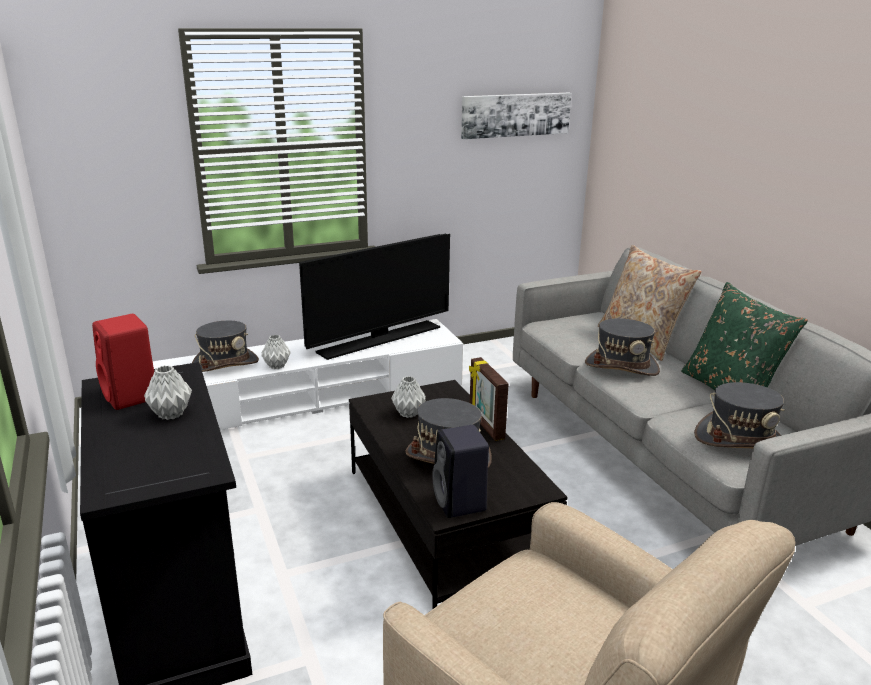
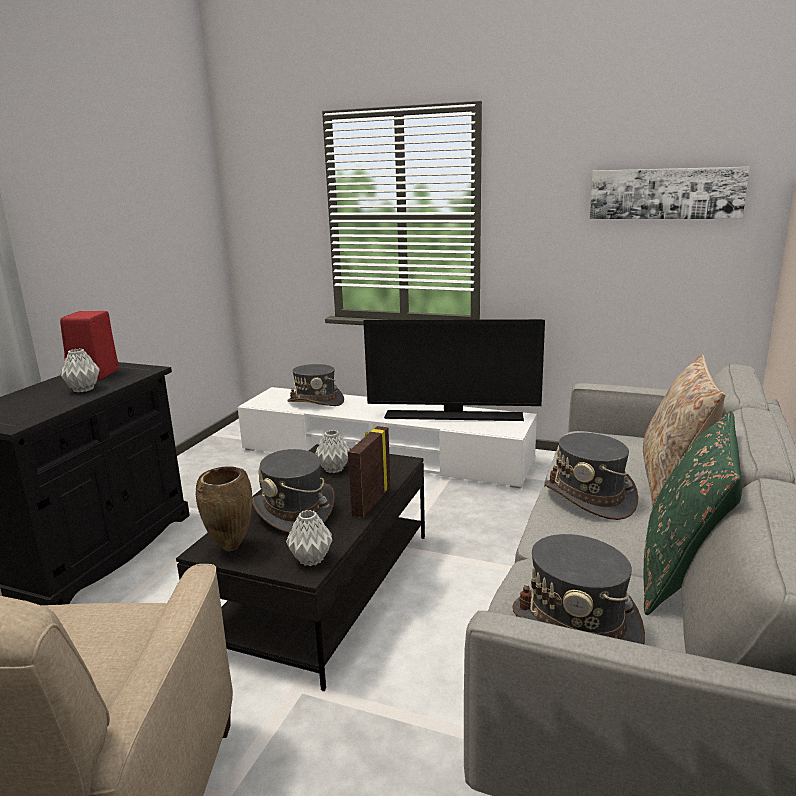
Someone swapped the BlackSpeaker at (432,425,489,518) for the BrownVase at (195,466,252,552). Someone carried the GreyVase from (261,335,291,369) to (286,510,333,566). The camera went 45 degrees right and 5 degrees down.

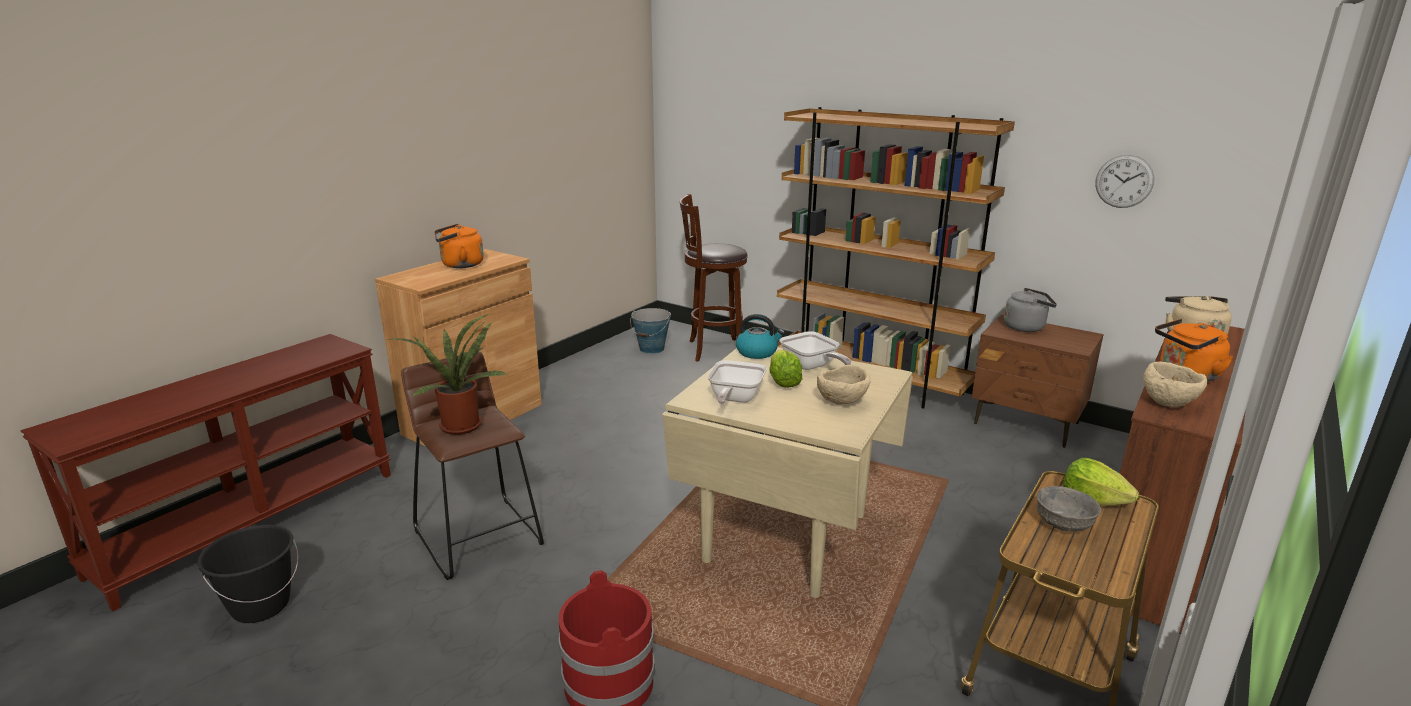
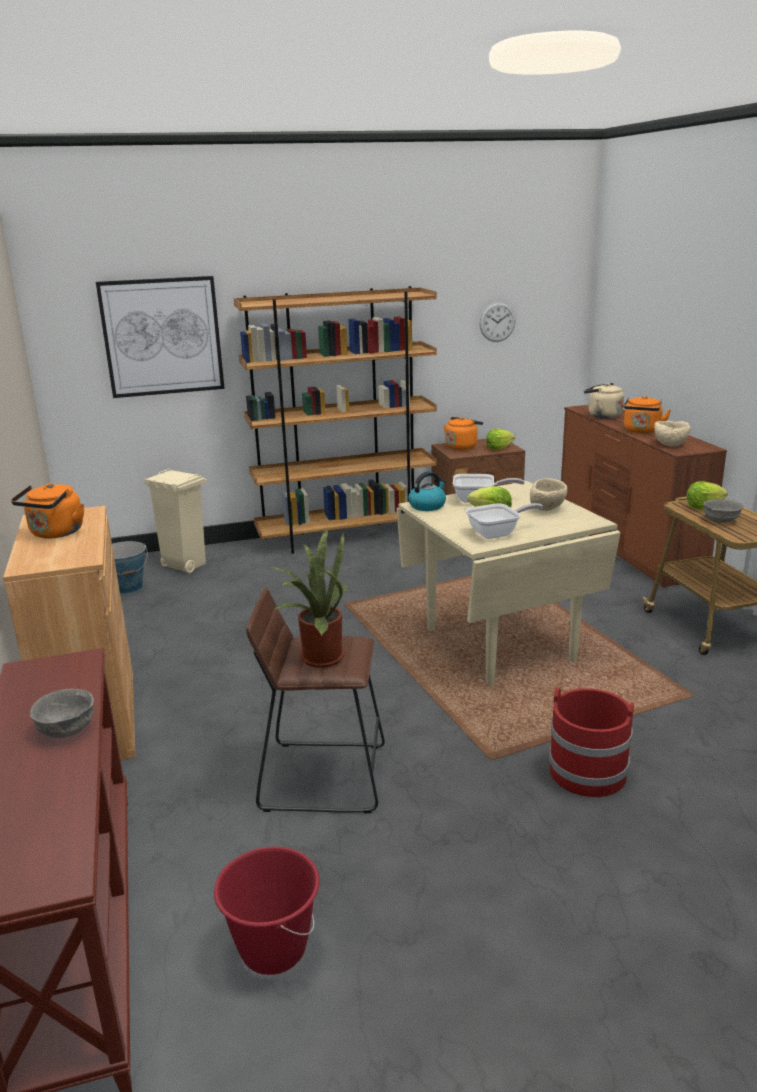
Someone put down the GreyBowl at (30,689,94,738). Someone put up the Picture at (96,276,225,398). Someone swapped the BrownStool at (680,194,748,362) for the BeigeTrashCan at (144,469,207,573). Someone repainted the BlackBucket at (197,525,298,623), which became the RedBucket at (214,847,320,975). Someone repainted the GreyKettle at (1004,288,1057,332), which became the OrangeKettle at (444,417,483,450). Someone rotated the FryingPan at (708,360,767,404) by 75 degrees counterclockwise. Someone put down the Lettuce at (486,429,515,450). The camera went 50 degrees left and 0 degrees up.

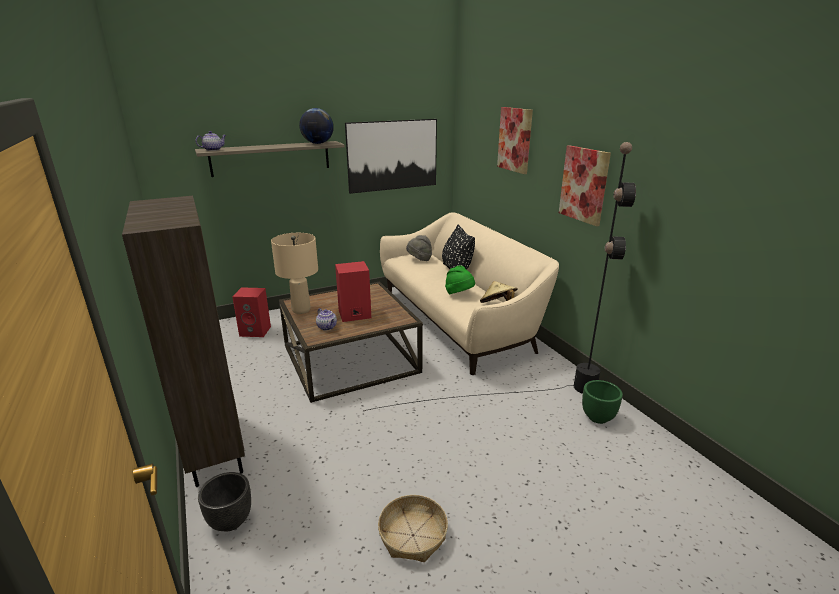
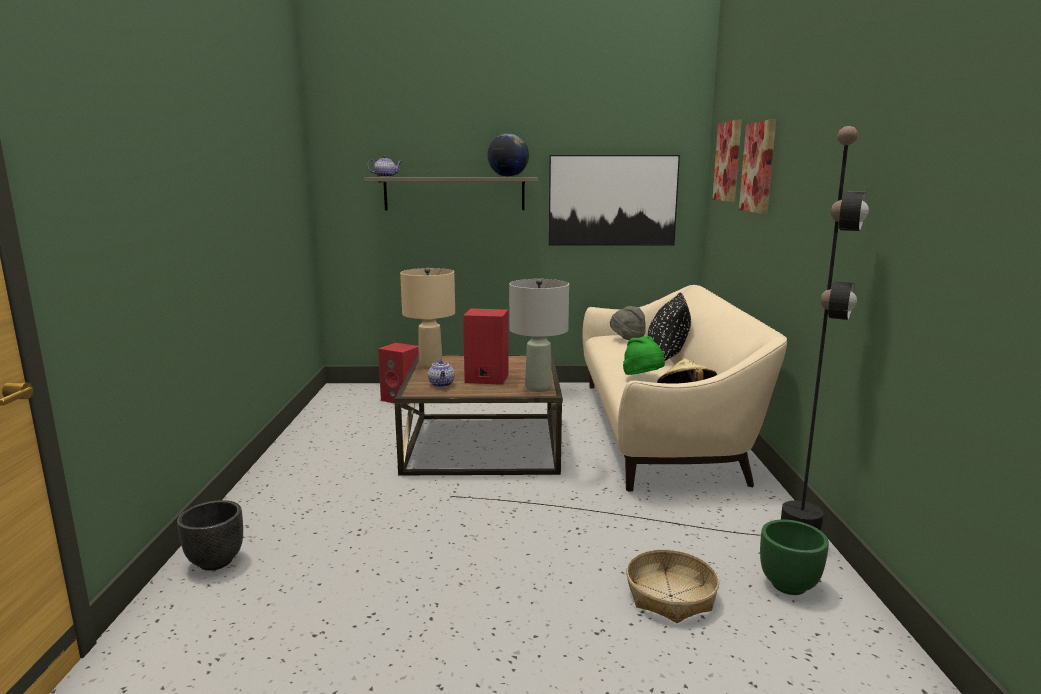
Someone put down the GreyTableLamp at (509,279,569,392). Someone carried the Basket from (378,495,448,562) to (626,549,719,623). Someone carried the Picture from (559,145,611,226) to (712,119,742,202). Someone took away the BrownBookcase at (122,196,245,487). The camera went 25 degrees right and 10 degrees down.

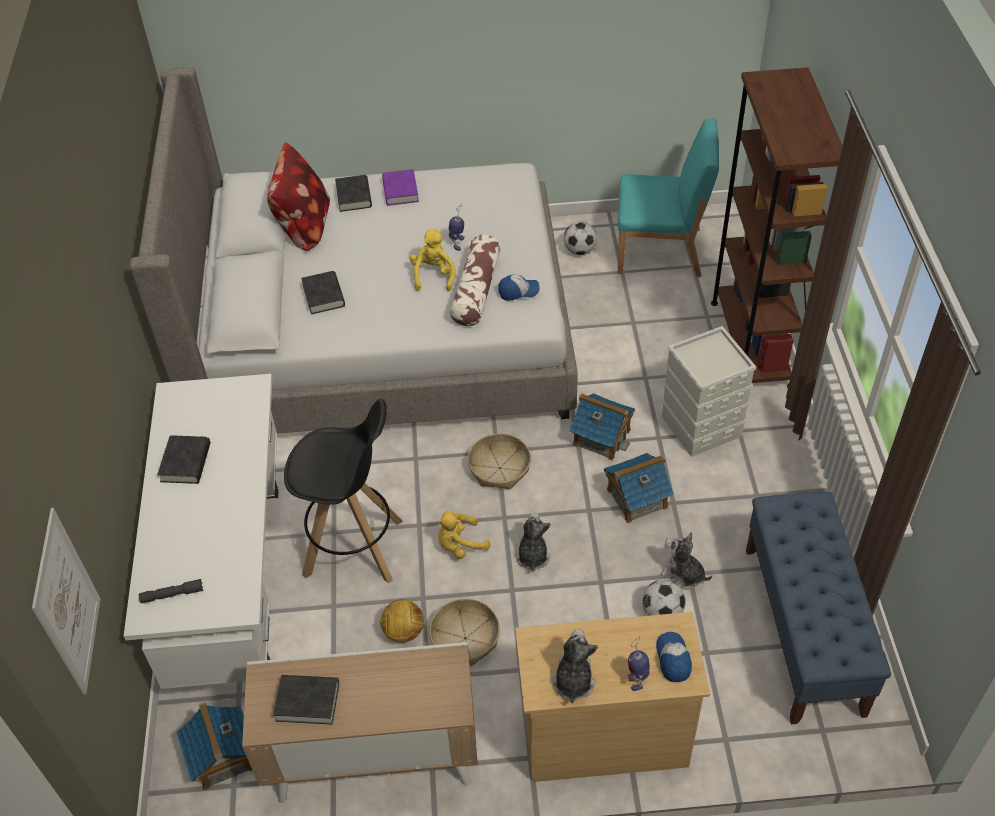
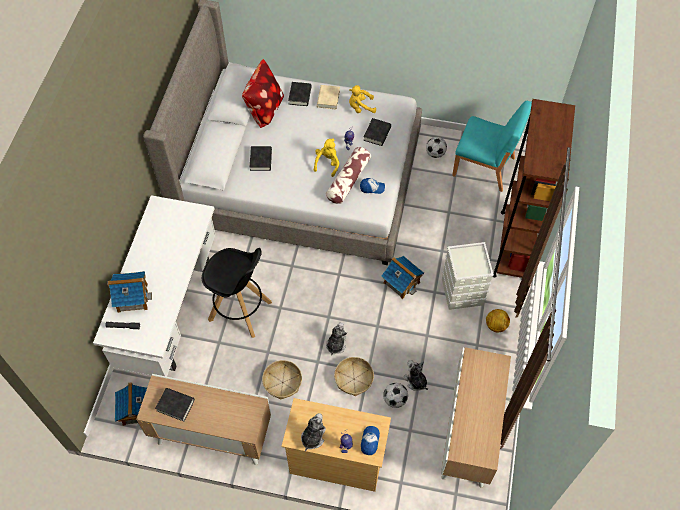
Someone carried the ToyHouse from (604,453,674,523) to (107,271,152,313). Someone repainted the PurpleBook at (382,169,419,206), which became the BeigeBook at (317,85,340,110). Someone carried the Basket from (468,433,531,490) to (334,357,374,396). Someone carried the YellowPlushToy from (436,511,491,559) to (349,85,376,113). Someone carried the BlackBook from (157,435,210,484) to (363,118,391,146). Someone swapped the BlueBench at (746,492,891,724) for the Cabinet at (441,347,511,487). Someone carried the Football from (379,599,424,643) to (486,309,510,332). Someone took away the Picture at (32,508,100,694). The camera went 15 degrees right and 10 degrees up.

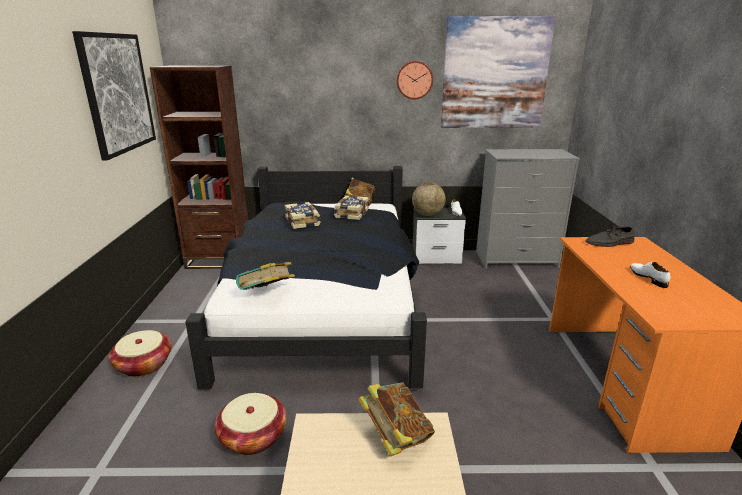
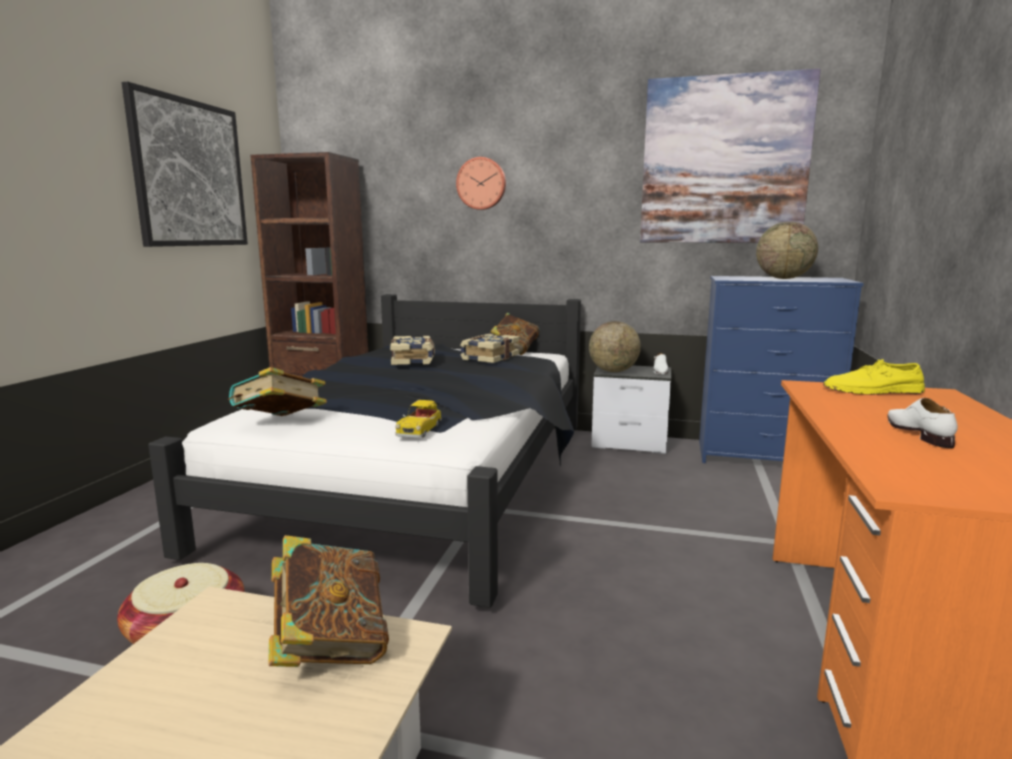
Someone put down the ToyCar at (395,400,442,438). Someone carried the WallClock from (397,61,433,100) to (456,157,506,210). Someone repainted the GreyDresser at (476,149,580,268), which became the BlueDresser at (699,276,864,463). Someone put down the Globe at (756,221,818,279). Someone repainted the GreyShoe at (585,225,635,247), which became the YellowShoe at (823,359,925,395). Someone took away the Basket at (109,330,171,377). The camera went 15 degrees right and 10 degrees down.

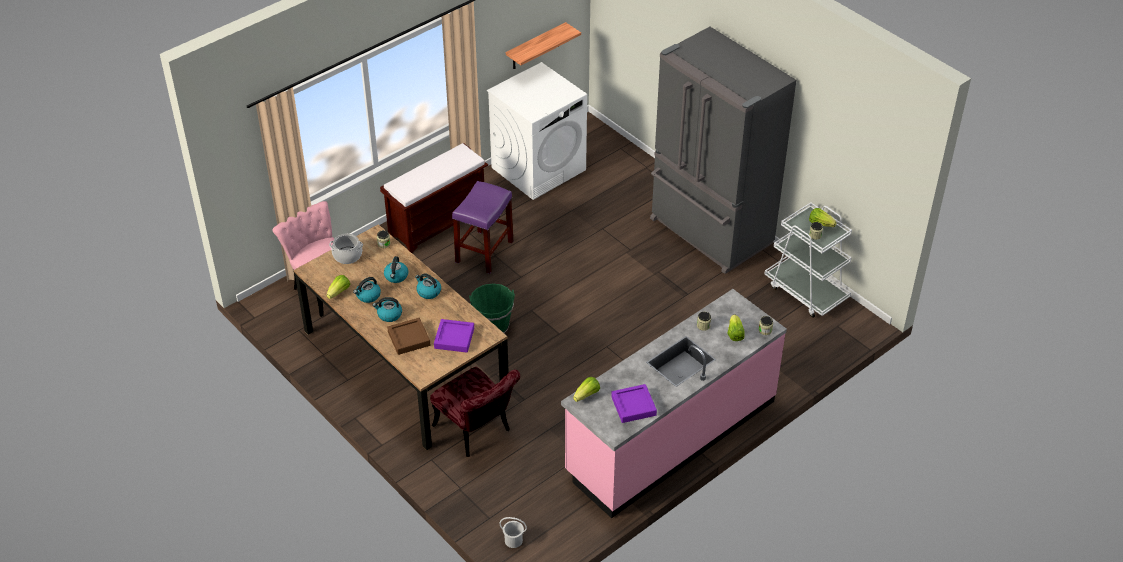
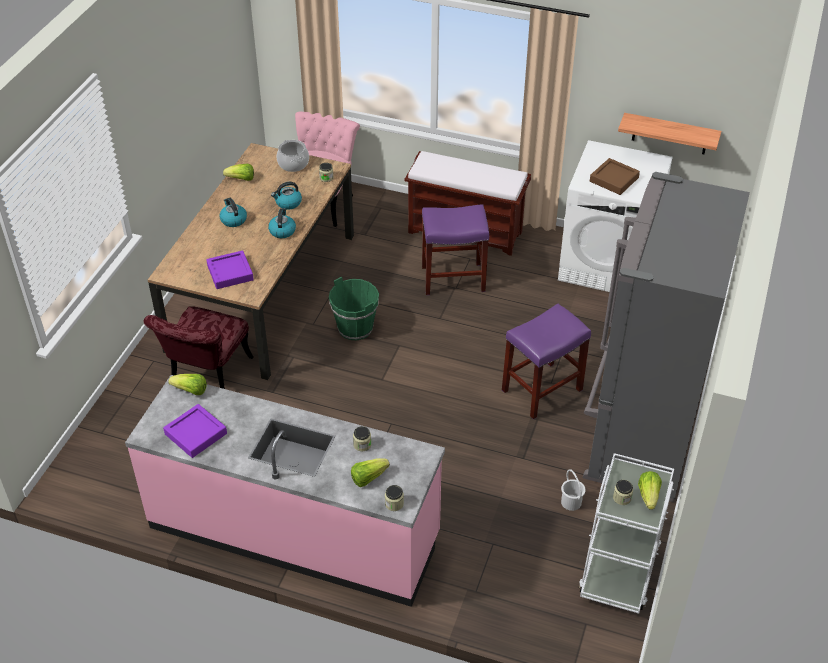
Someone put down the PurpleStool at (502,304,591,419). Someone carried the WhiteBucket from (500,517,527,548) to (561,469,586,511). Someone carried the BrownTray from (387,318,430,355) to (590,158,640,195). Someone took away the Kettle at (353,277,381,303). The camera went 60 degrees right and 0 degrees up.

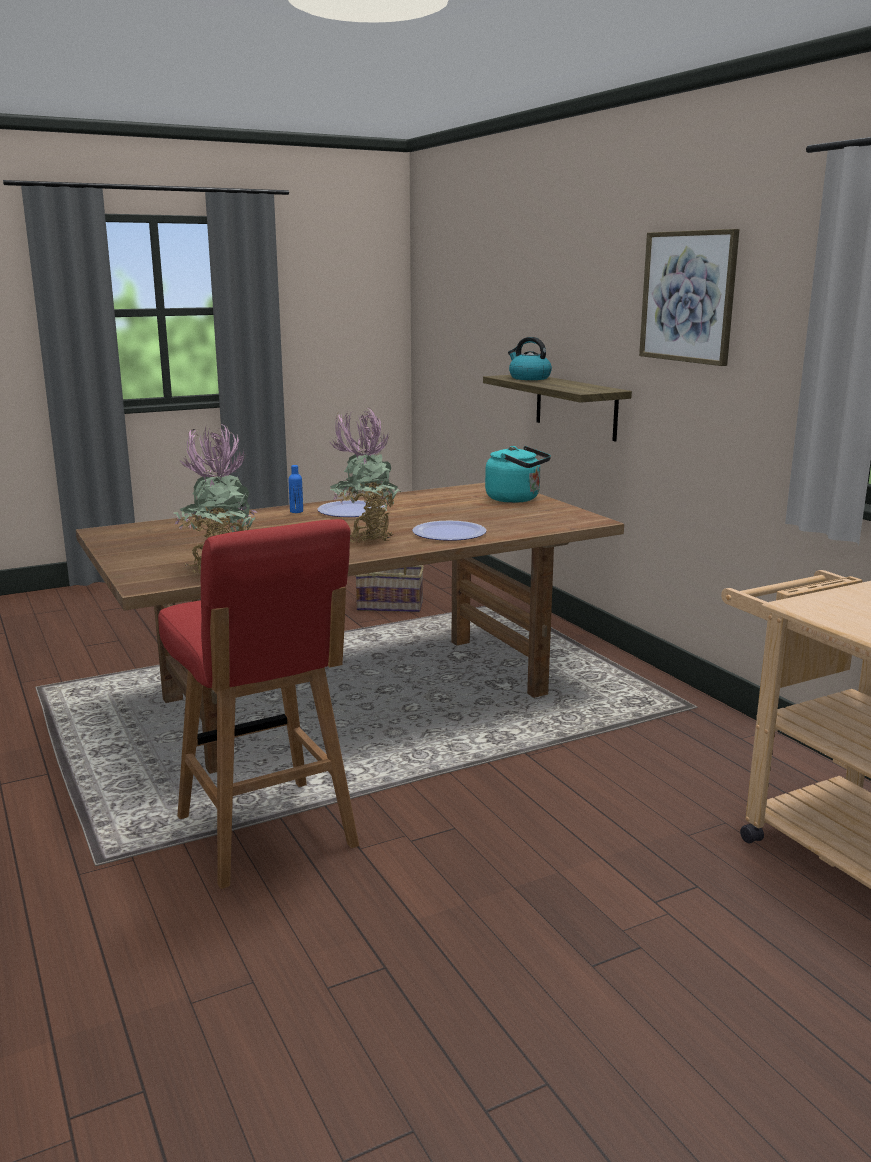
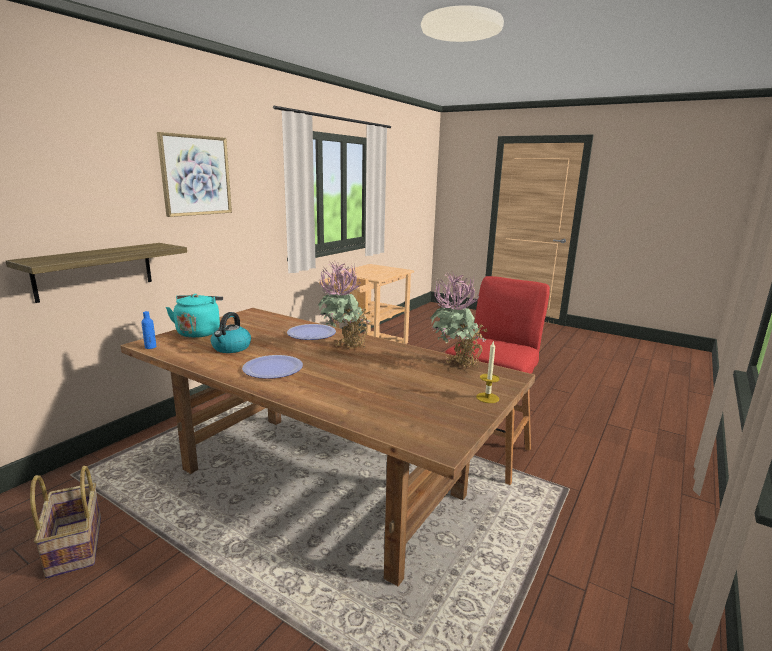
Someone carried the BlueBottle from (289,465,303,513) to (141,311,156,349). Someone carried the Kettle from (508,337,552,380) to (211,312,251,353). Someone put down the Candle at (476,340,500,403). The camera went 120 degrees left and 0 degrees up.

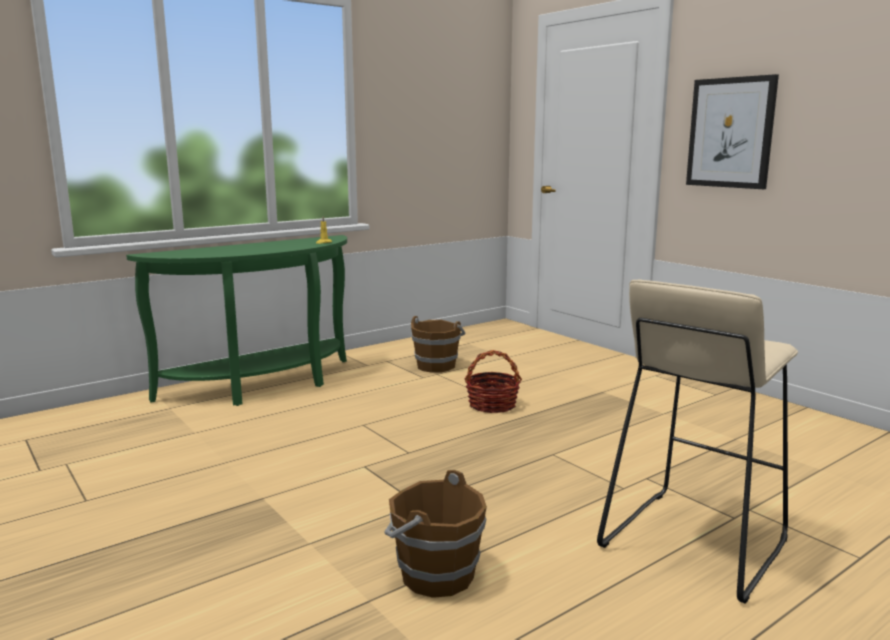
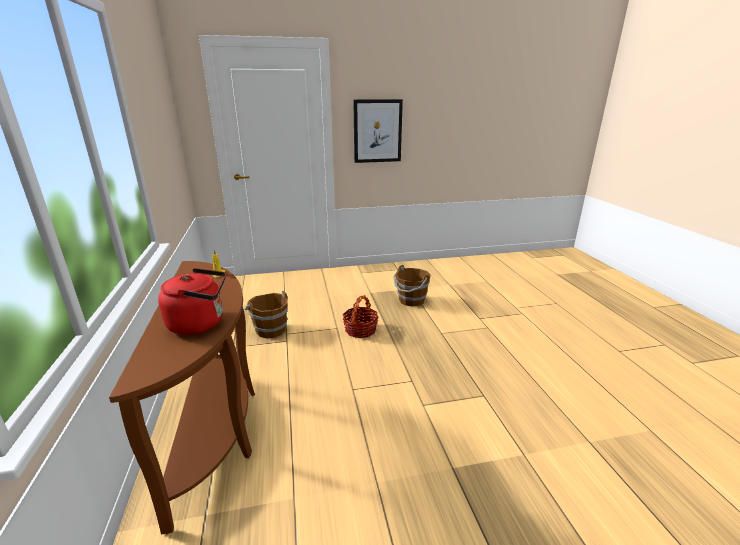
Someone repainted the GreenConsoleTable at (126,235,347,406), which became the BrownConsoleTable at (109,261,255,535). Someone put down the RedKettle at (158,268,226,335). Someone carried the BrownBucket from (384,470,487,598) to (394,265,431,307). Someone took away the BeigeStool at (597,279,798,604). The camera went 65 degrees left and 10 degrees up.

